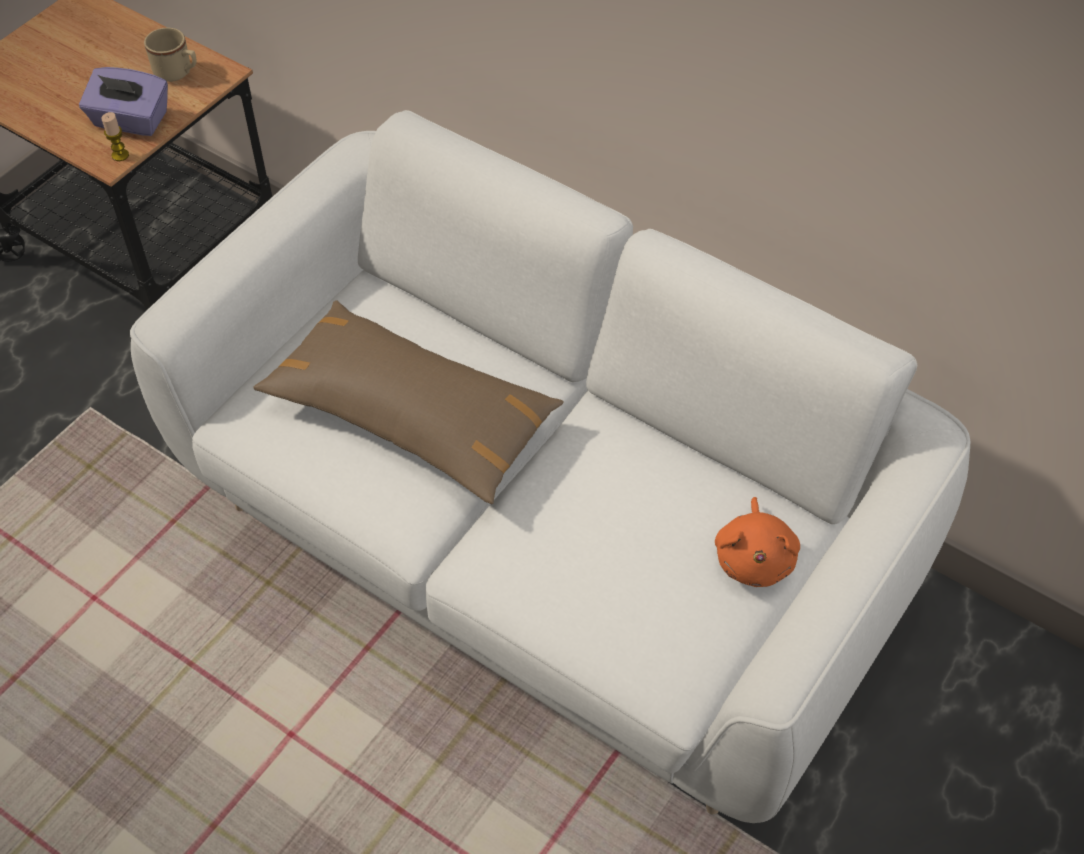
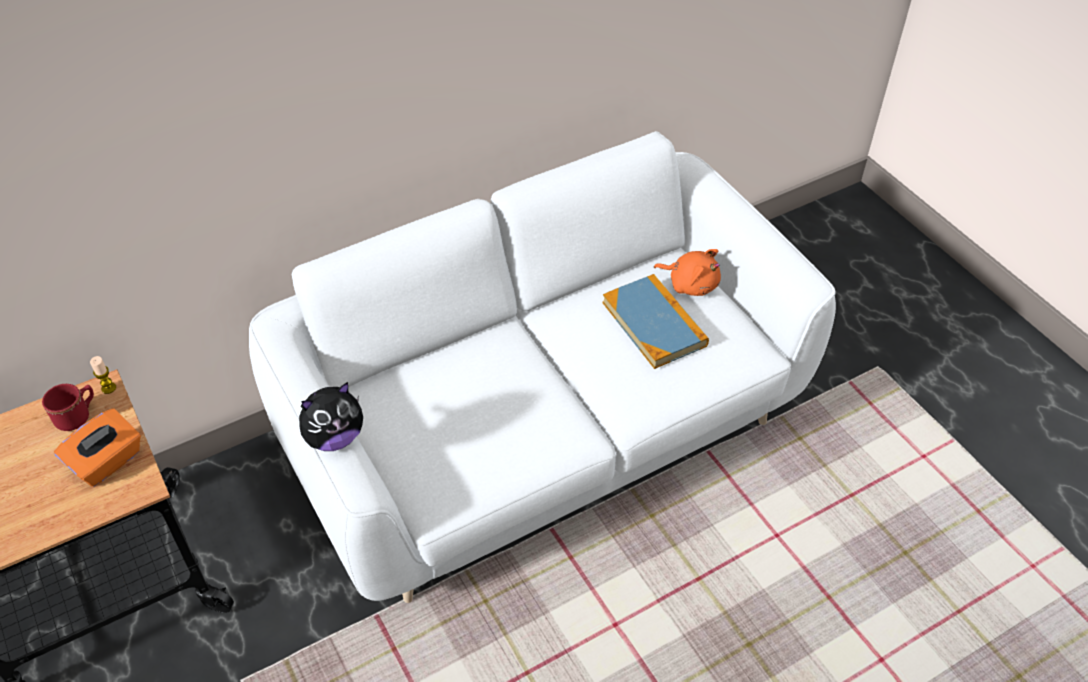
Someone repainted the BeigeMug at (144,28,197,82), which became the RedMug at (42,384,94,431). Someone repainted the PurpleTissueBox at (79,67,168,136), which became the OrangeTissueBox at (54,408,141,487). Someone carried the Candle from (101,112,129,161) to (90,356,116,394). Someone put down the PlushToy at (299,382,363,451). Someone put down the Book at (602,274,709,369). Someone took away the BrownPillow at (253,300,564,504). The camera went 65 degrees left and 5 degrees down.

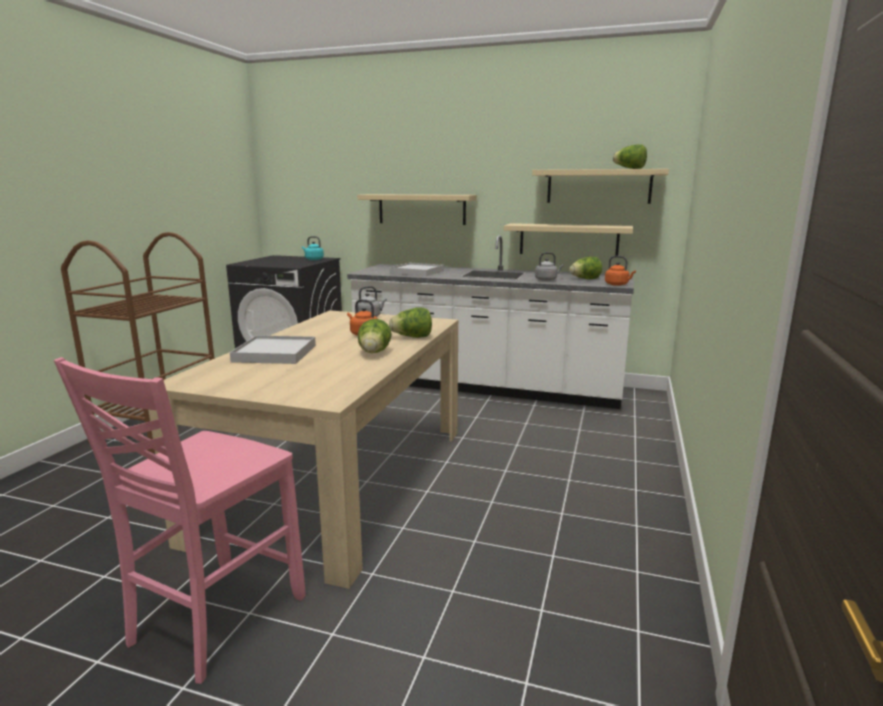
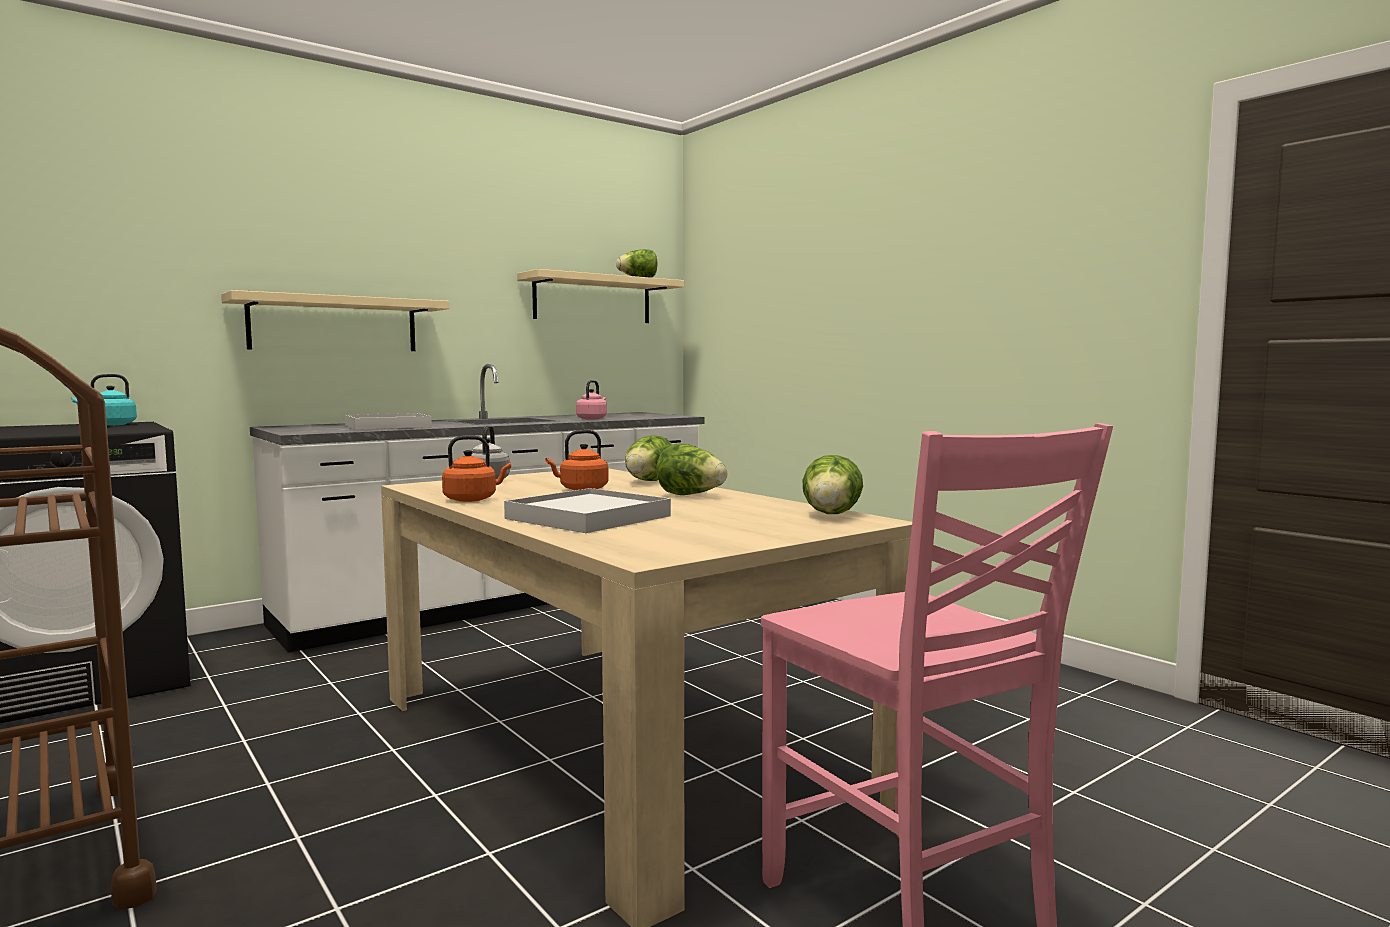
Someone carried the OrangeKettle from (605,256,636,286) to (442,436,511,502). Someone repainted the GreyKettle at (535,252,564,281), which became the PinkKettle at (576,380,607,420). Someone carried the Lettuce from (569,257,602,279) to (802,455,863,514). Someone took away the BeigeShelf at (504,223,633,256). The camera went 55 degrees left and 10 degrees down.

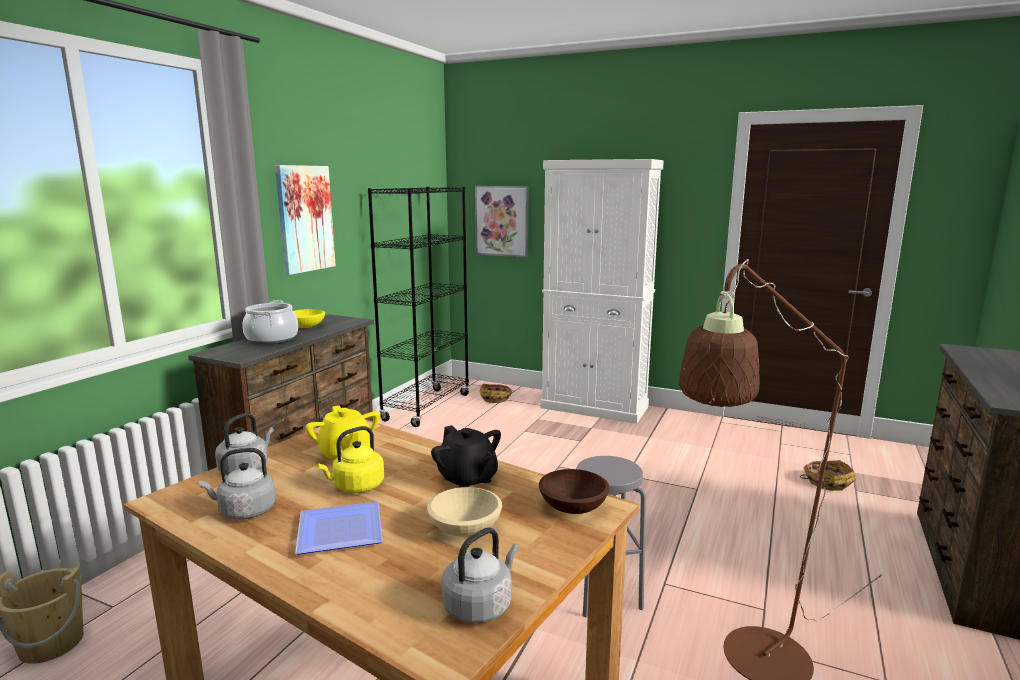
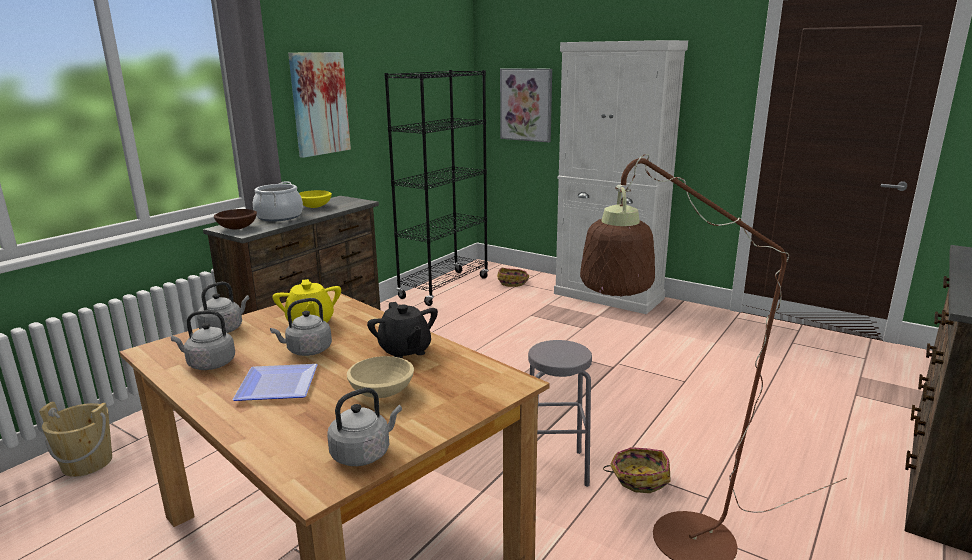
Someone carried the BrownBowl from (539,469,610,514) to (214,209,257,230). Someone repainted the YellowKettle at (317,426,384,493), which became the GreyKettle at (270,298,332,356). Someone carried the Basket from (800,460,856,491) to (603,447,671,493). The camera went 10 degrees right and 5 degrees up.

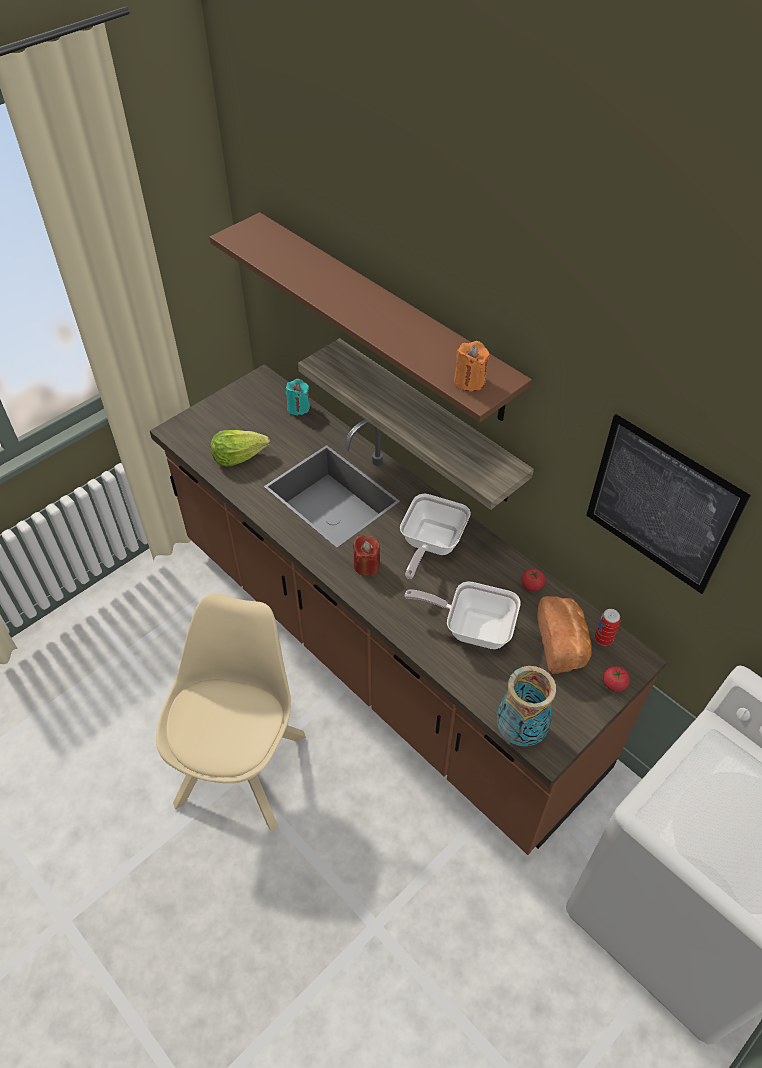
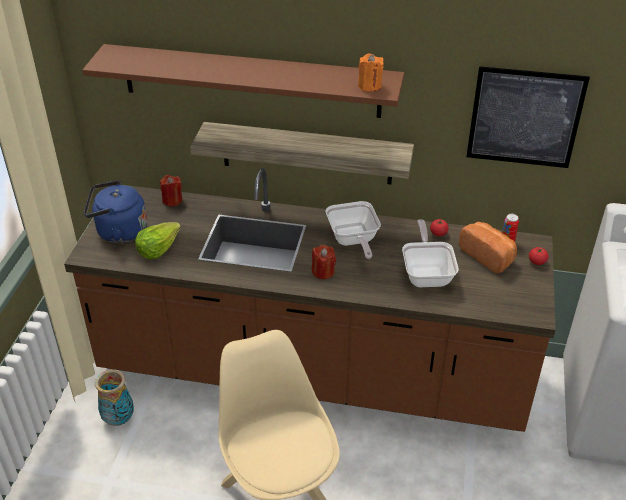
Someone put down the BlueKettle at (84,180,147,243). Someone carried the Vase from (497,666,556,746) to (95,369,134,426). Someone repainted the TurquoiseCandle at (285,379,310,415), which became the RedCandle at (160,175,182,206). Someone rotated the FryingPan at (404,581,520,649) by 105 degrees clockwise. The camera went 35 degrees left and 10 degrees down.

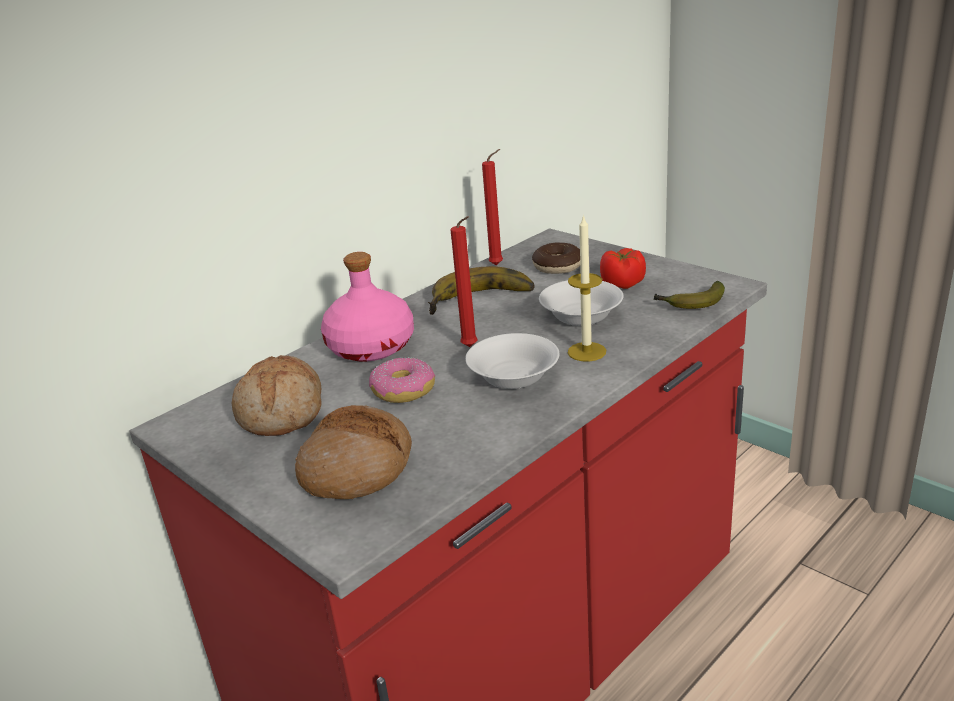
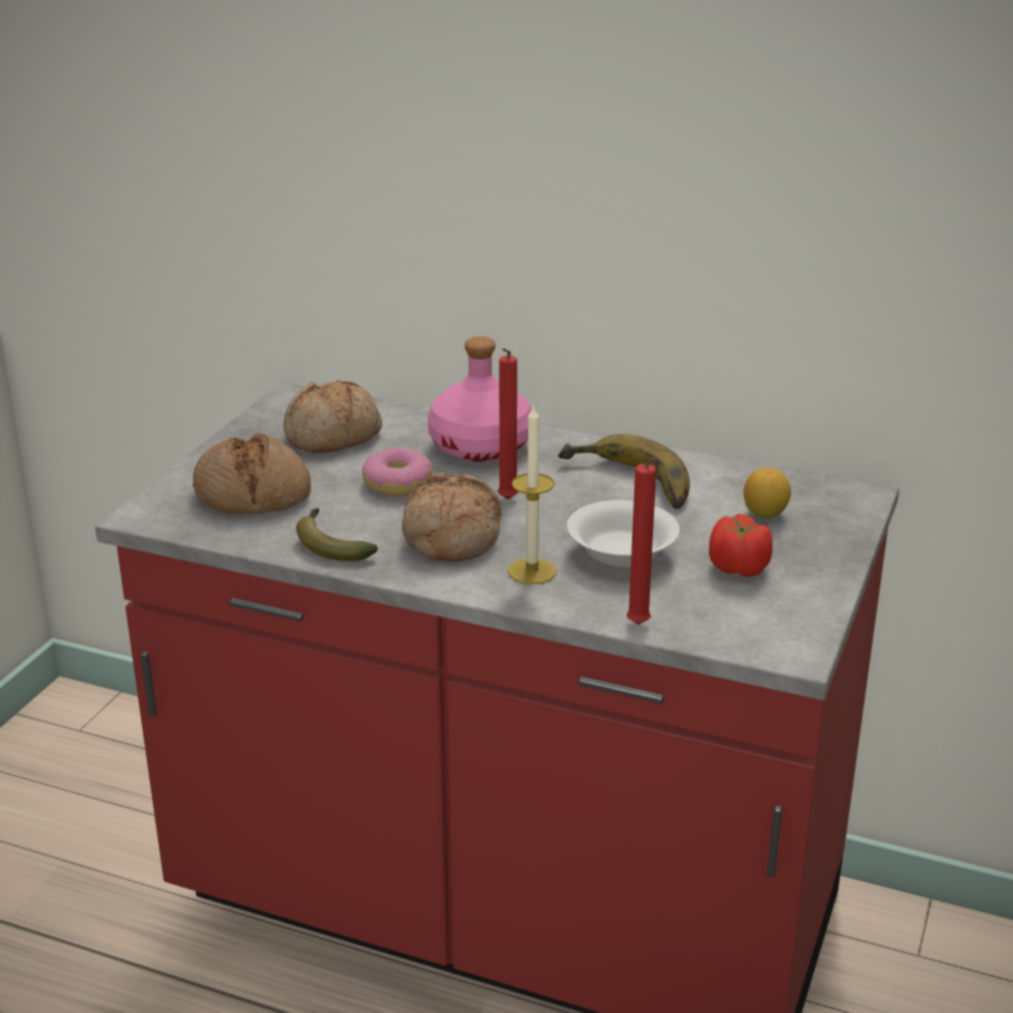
Someone carried the Banana from (653,281,725,309) to (296,508,378,561). Someone swapped the WhiteBowl at (465,333,559,389) for the Bread at (402,473,502,562). Someone carried the RedCandle from (482,149,503,265) to (626,457,659,625). Someone swapped the Donut at (532,243,580,274) for the Lemon at (743,467,791,518). The camera went 65 degrees right and 0 degrees up.

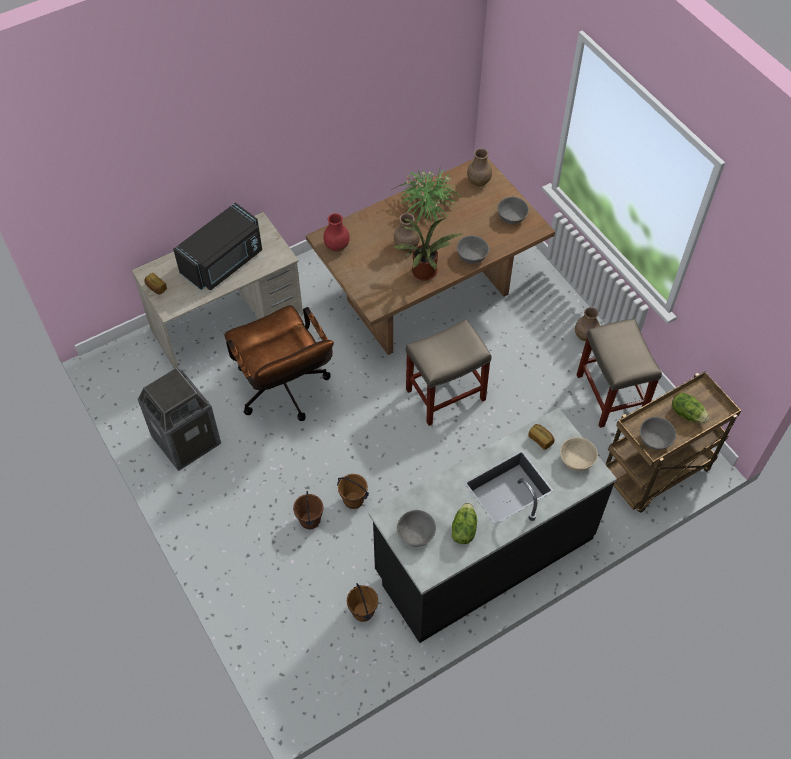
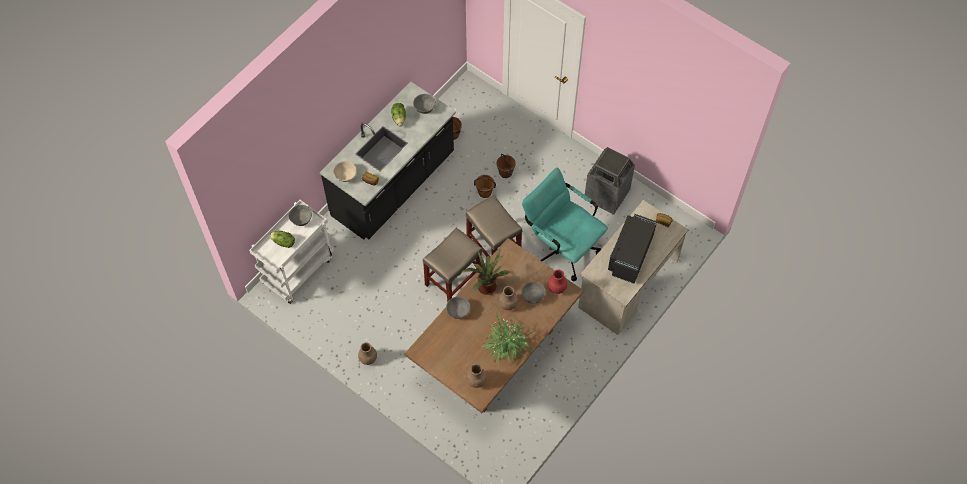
Someone repainted the BrownCart at (605,371,741,513), which became the WhiteCart at (249,200,334,304). Someone carried the BeigeStool from (577,319,662,428) to (466,195,523,257). Someone carried the GreyBowl from (497,197,529,224) to (521,281,546,304). Someone repainted the BrownOfficeChair at (225,305,334,421), which became the TurquoiseOfficeChair at (522,168,608,281). The camera went 160 degrees right and 5 degrees up.

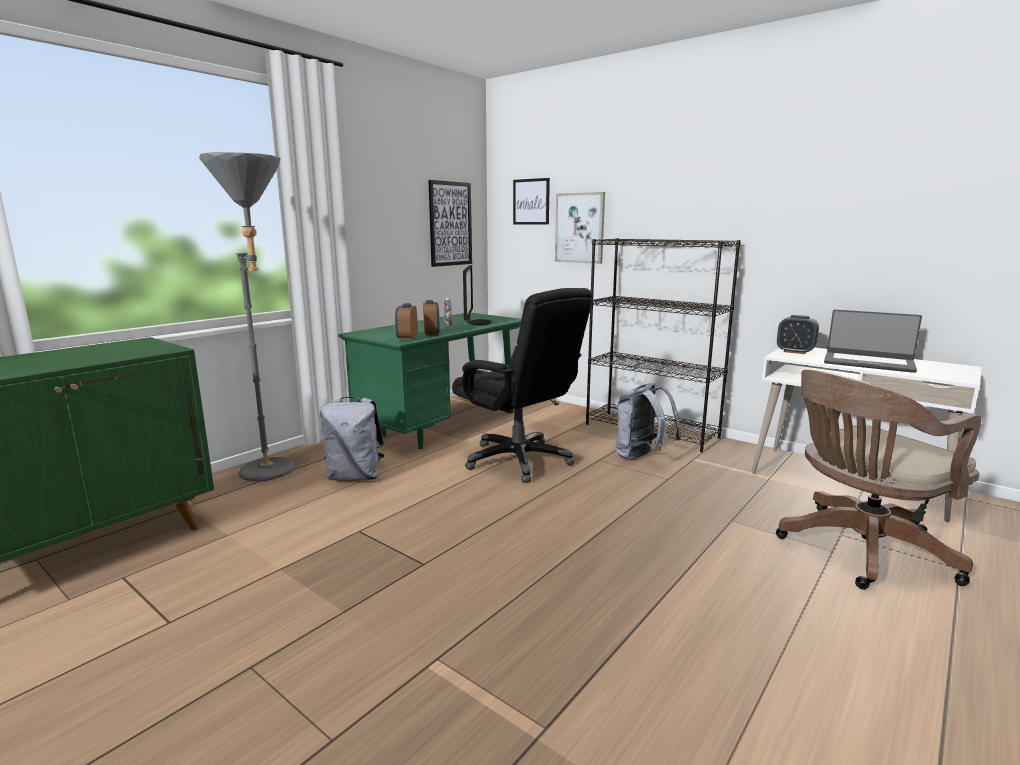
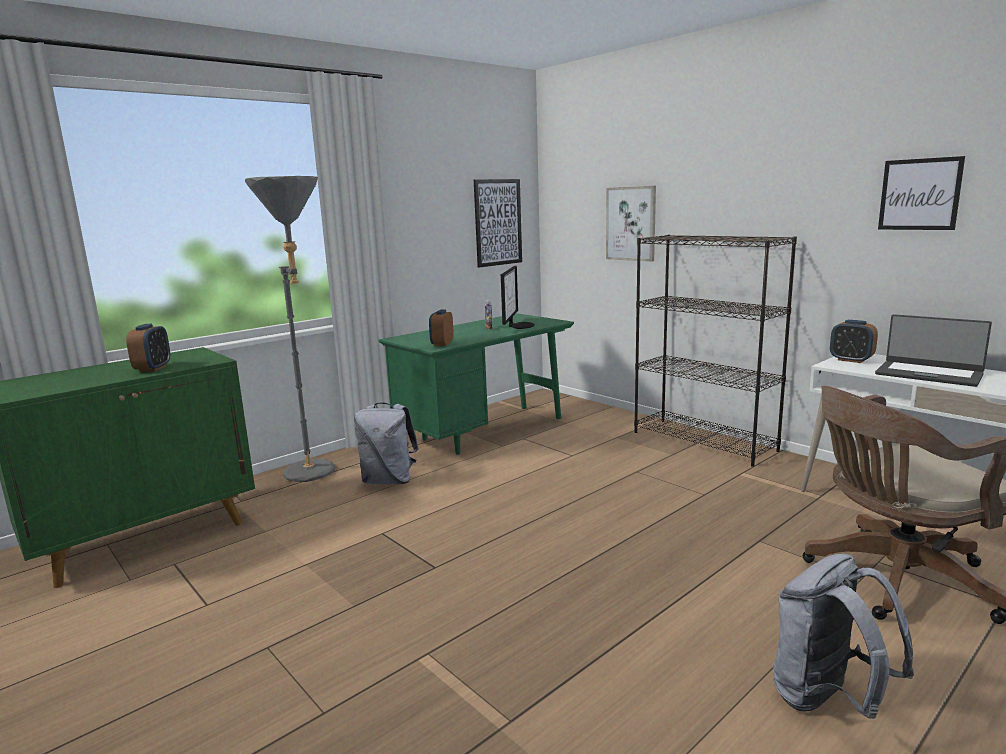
Someone carried the AlarmClock from (423,300,440,335) to (126,324,170,372). Someone carried the GreyBackpack from (616,383,681,460) to (773,554,914,719). Someone carried the Picture from (513,178,550,225) to (878,156,965,230). Someone took away the BlackOfficeChair at (452,288,592,483). The camera went 10 degrees right and 0 degrees up.

